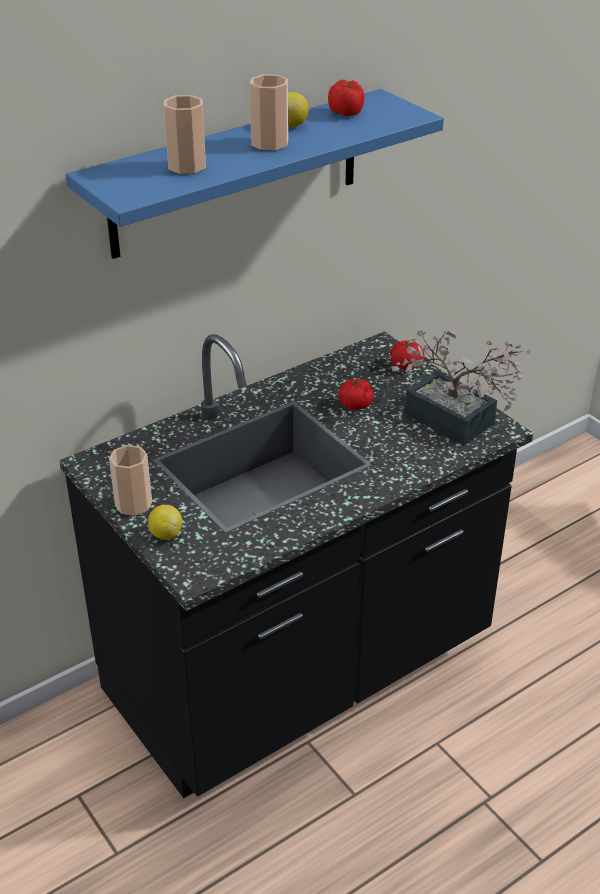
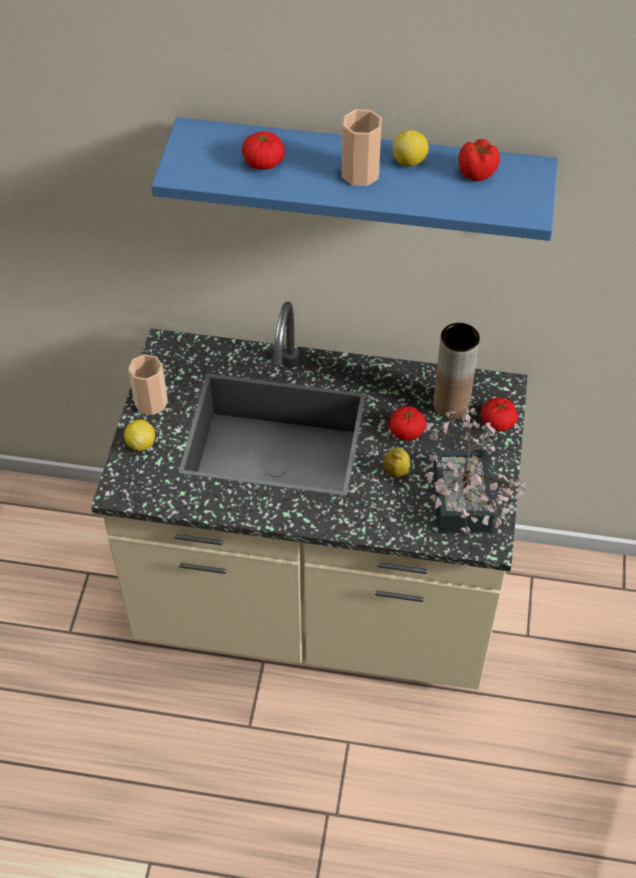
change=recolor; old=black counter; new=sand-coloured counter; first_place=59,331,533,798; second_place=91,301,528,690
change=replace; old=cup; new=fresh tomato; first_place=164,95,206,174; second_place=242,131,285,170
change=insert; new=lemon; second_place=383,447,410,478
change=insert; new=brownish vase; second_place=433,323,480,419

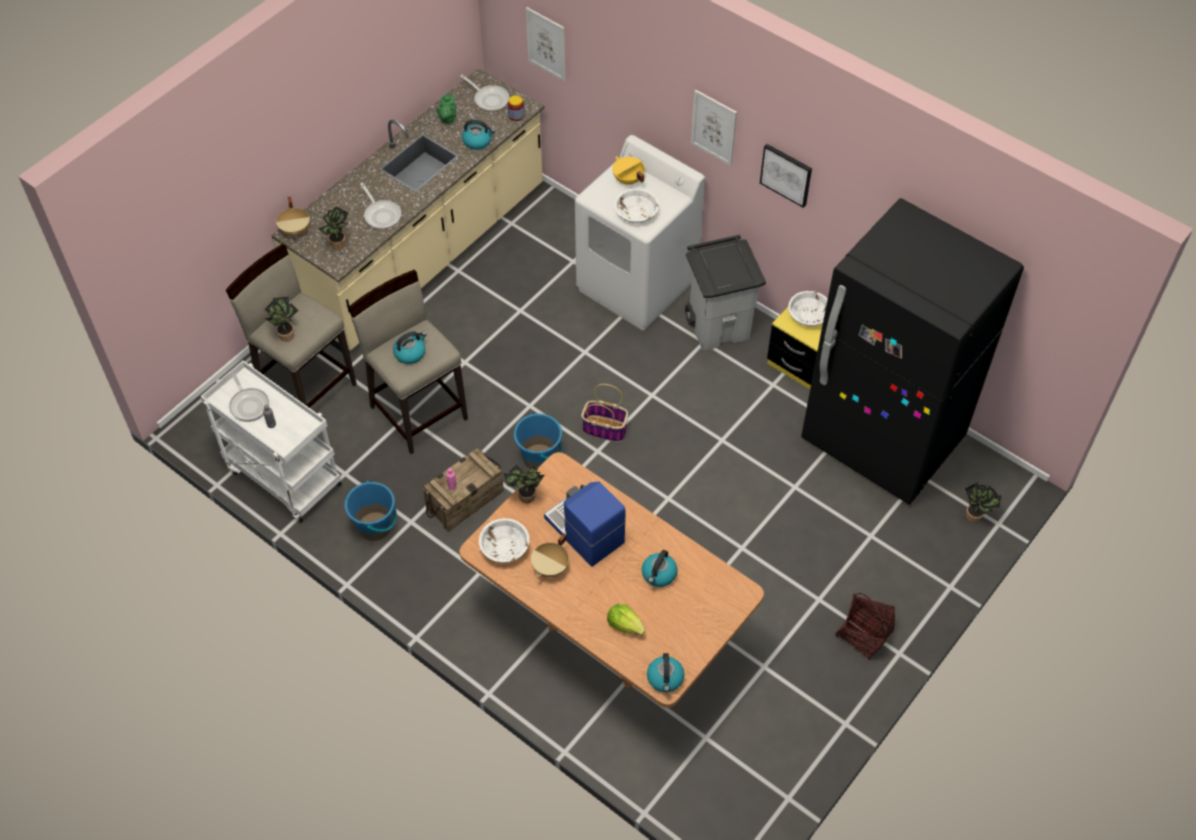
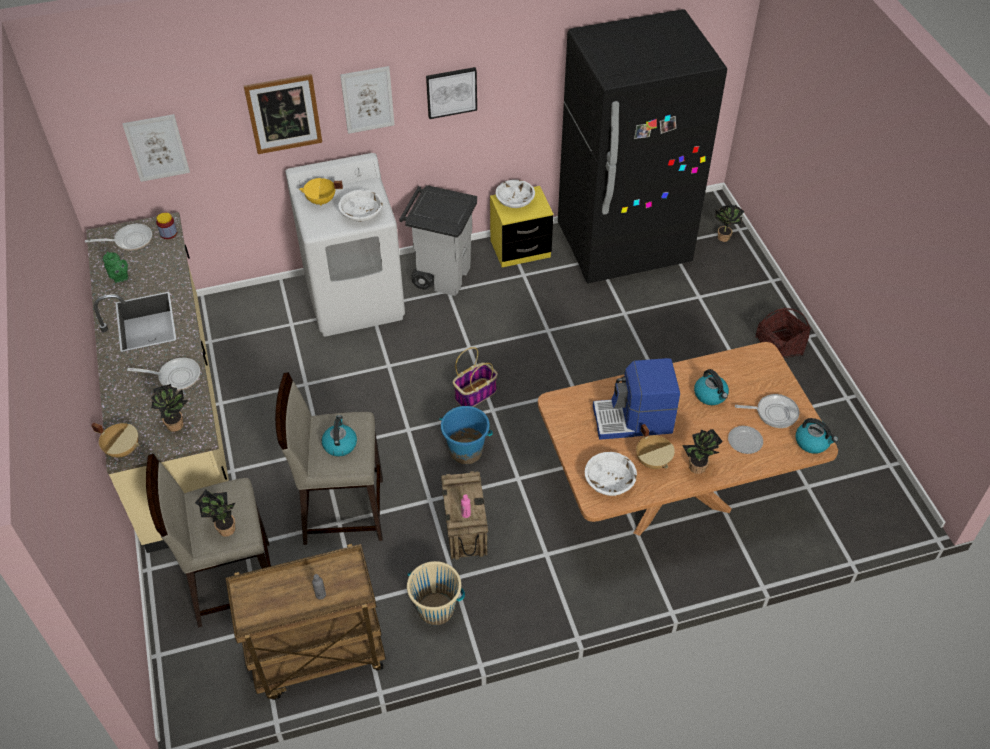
change=recolor; old=white wheeled cart; new=brownish wheeled cart; first_place=200,361,342,523; second_place=226,544,386,700
change=insert; new=wall picture; second_place=244,74,322,154
change=recolor; old=blue-coloured pail; new=sand-coloured pail; first_place=345,480,397,541; second_place=407,561,465,625
change=move; old=houseplant; first_place=503,465,545,503; second_place=682,429,723,474
change=replace; old=lettuce; new=flat dish; first_place=607,604,646,636; second_place=728,426,763,454
change=move; old=pan; first_place=229,374,269,422; second_place=735,394,799,428
change=delete; old=water kettle; first_place=462,120,495,150

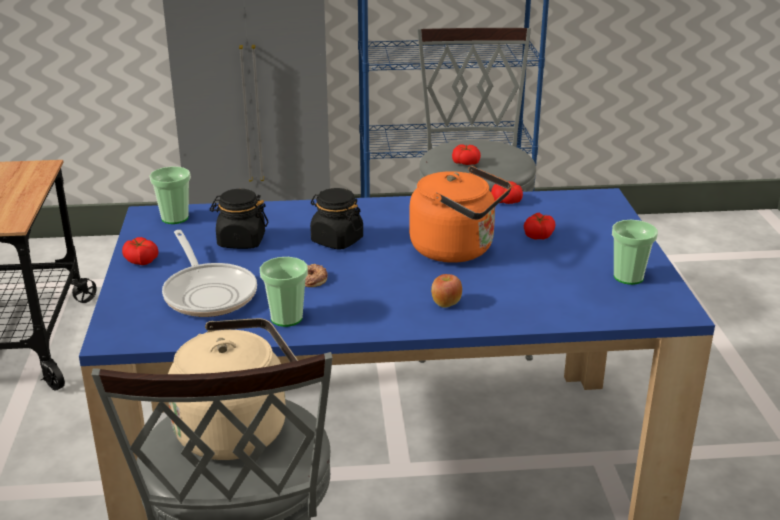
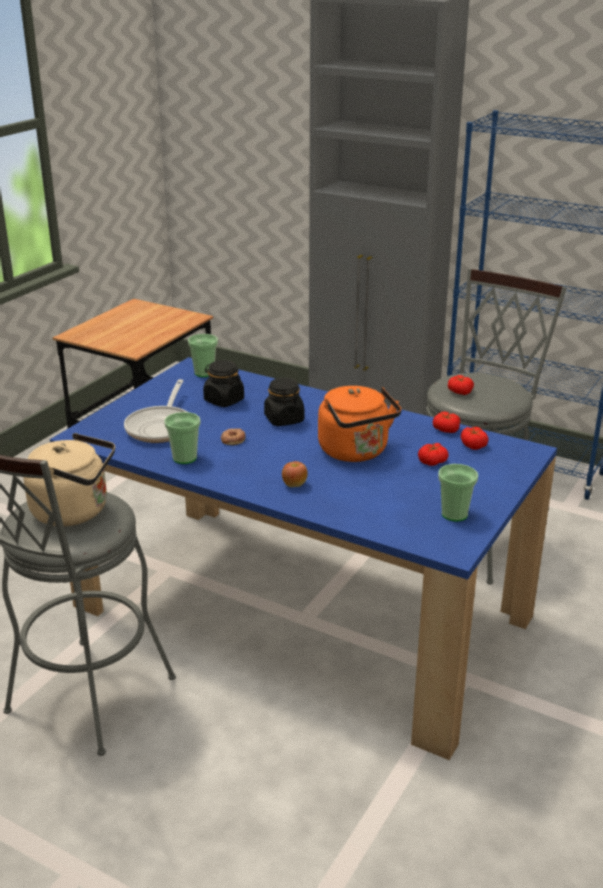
change=move; old=fresh tomato; first_place=122,237,158,265; second_place=461,427,488,450

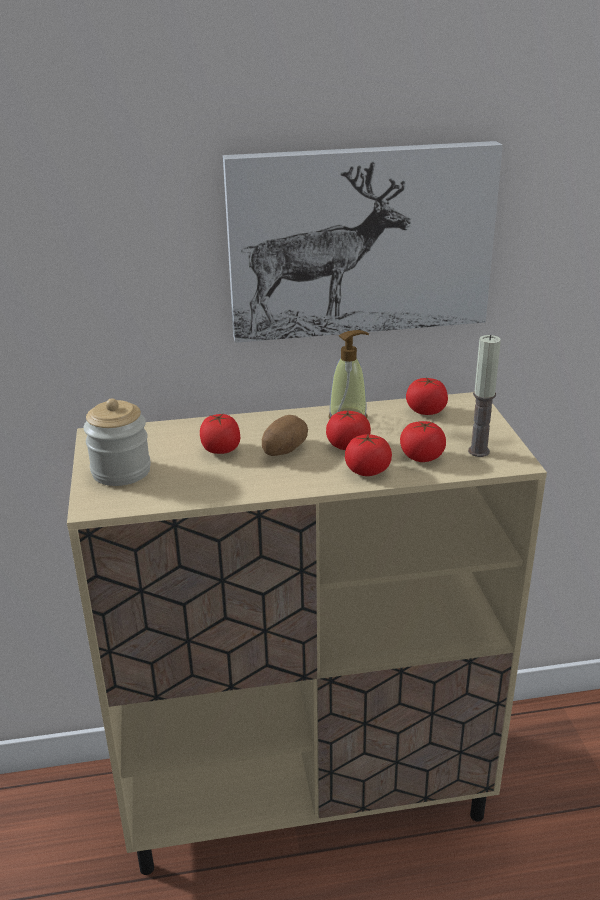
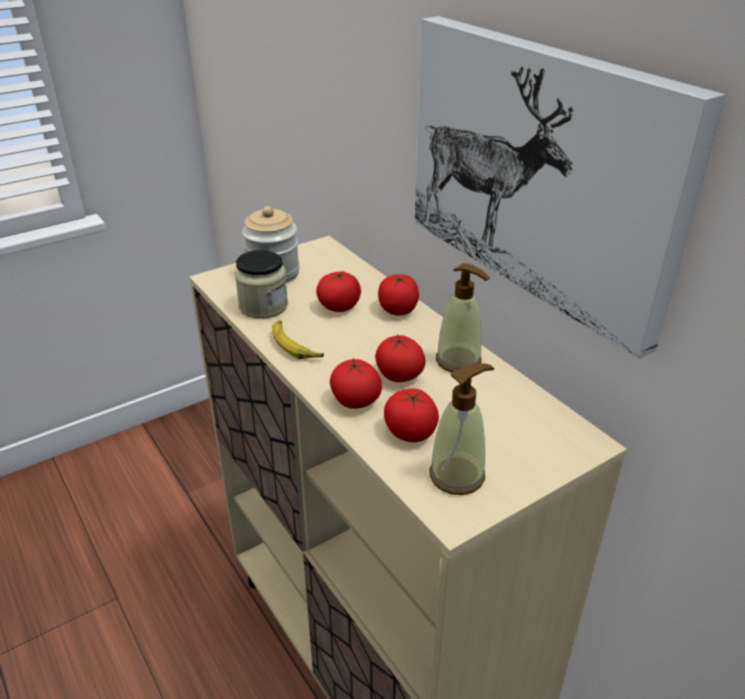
change=insert; new=jar; second_place=235,250,288,319
change=insert; new=banana fruit; second_place=272,320,324,359
change=move; old=fresh tomato; first_place=406,378,448,415; second_place=378,274,419,316
change=replace; old=wax candle; new=soap bottle; first_place=468,335,501,457; second_place=430,363,494,495
change=delete; old=whole potato; first_place=262,415,308,456

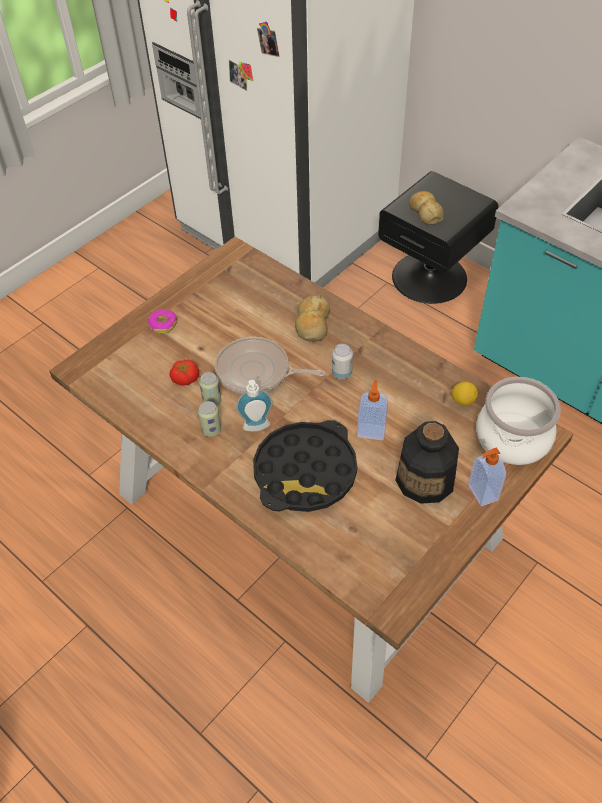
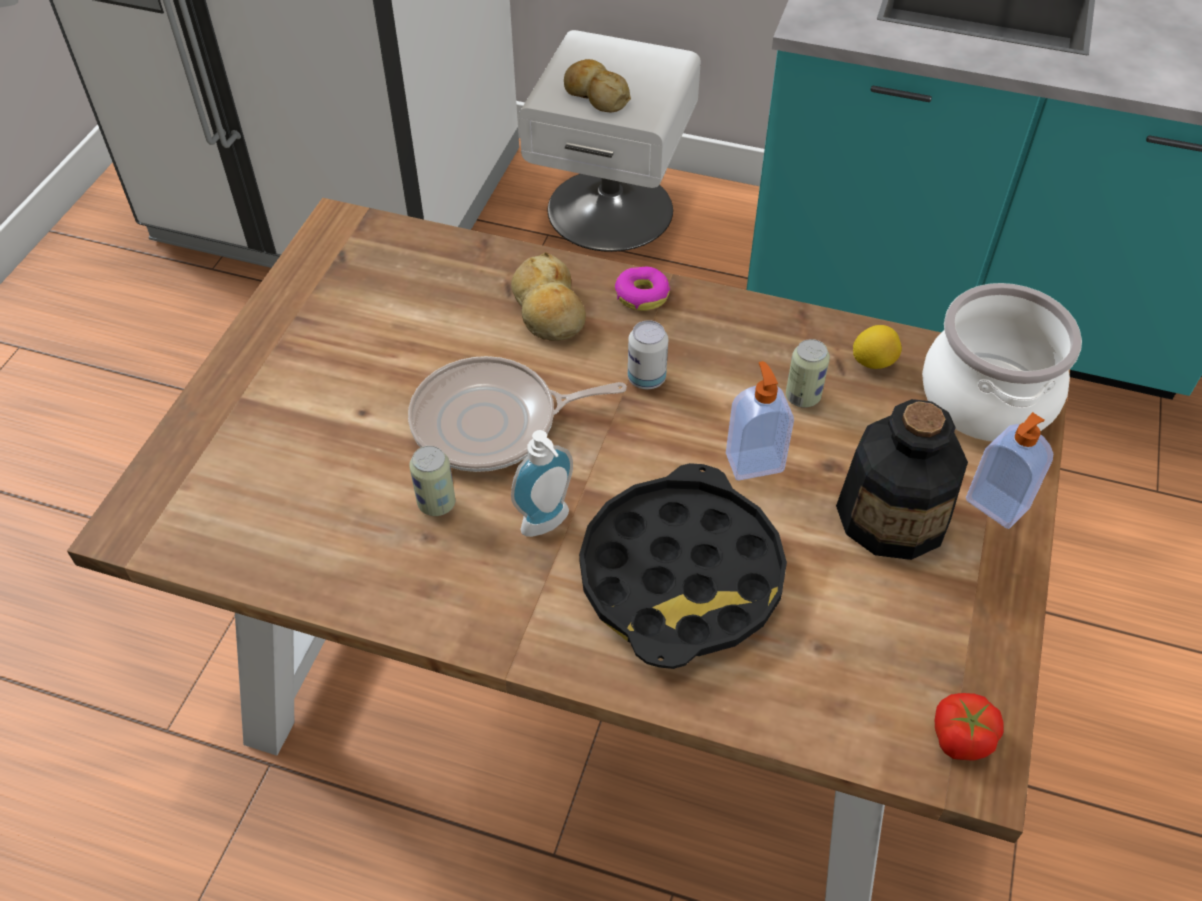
change=recolor; old=black bedside table; new=white bedside table; first_place=378,171,498,304; second_place=519,30,701,252
change=move; old=ring doughnut; first_place=148,309,177,333; second_place=615,267,670,311
change=move; old=can; first_place=198,401,221,437; second_place=786,339,830,408
change=move; old=fresh tomato; first_place=170,360,199,386; second_place=935,693,1004,761

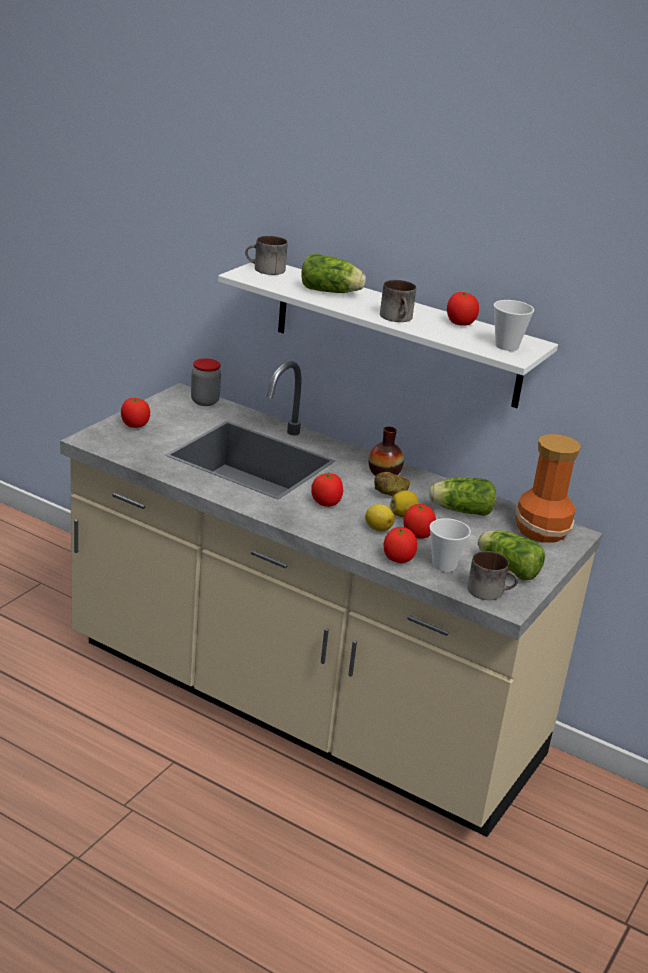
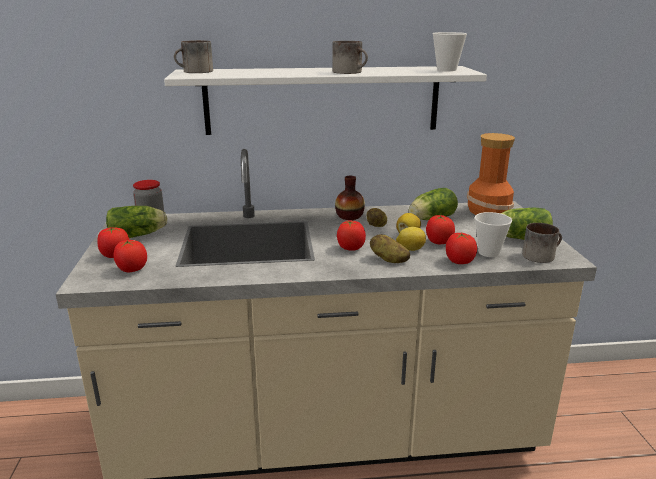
change=move; old=lettuce; first_place=301,253,366,293; second_place=106,206,167,238
change=move; old=fresh tomato; first_place=447,292,479,326; second_place=113,240,147,272
change=insert; new=whole potato; second_place=370,234,410,263

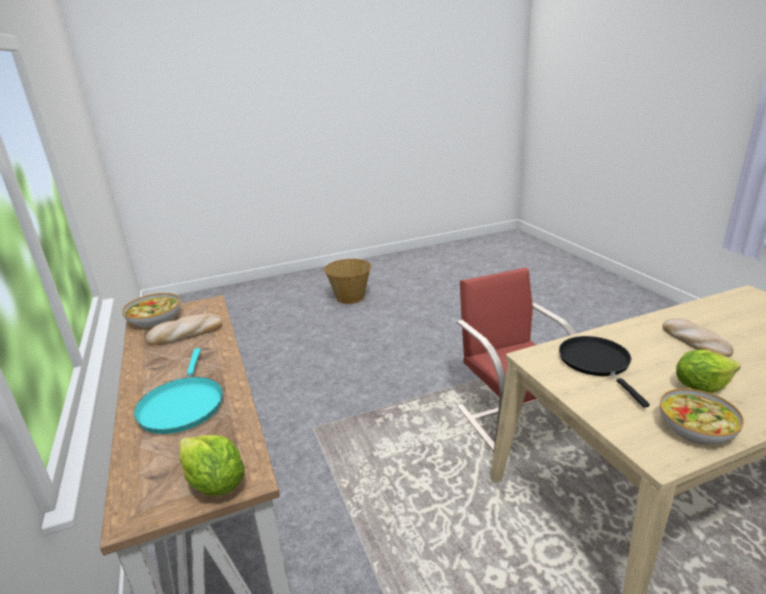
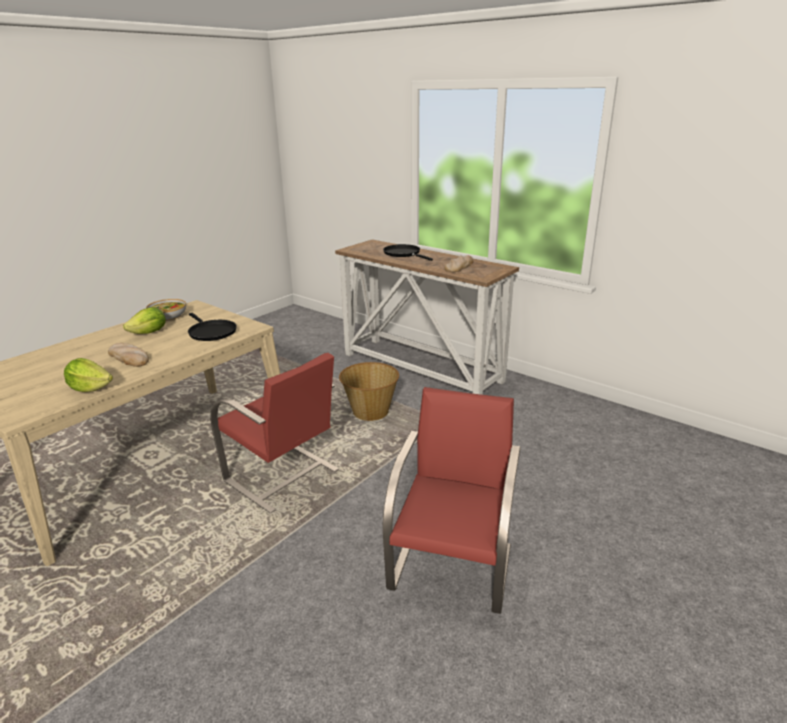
change=move; old=lettuce; first_place=179,435,245,496; second_place=64,358,113,392
change=move; old=basket; first_place=324,259,372,304; second_place=339,362,399,421
change=recolor; old=turquoise pan; new=black pan; first_place=134,348,223,434; second_place=383,244,433,261
change=insert; new=reddish upright chair; second_place=383,387,521,614
change=delete; old=deep dish; first_place=122,293,181,328

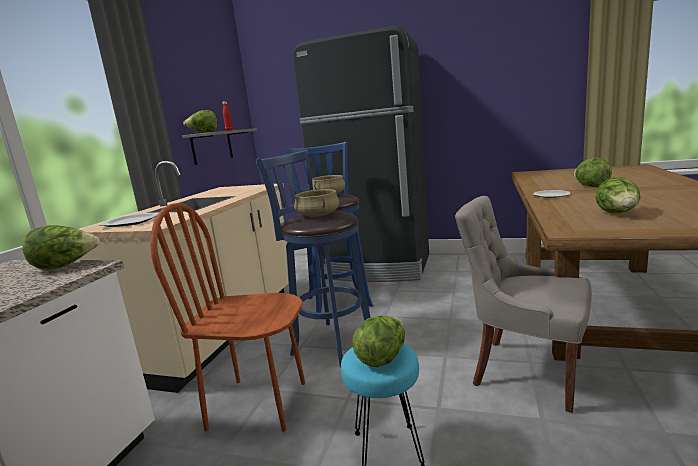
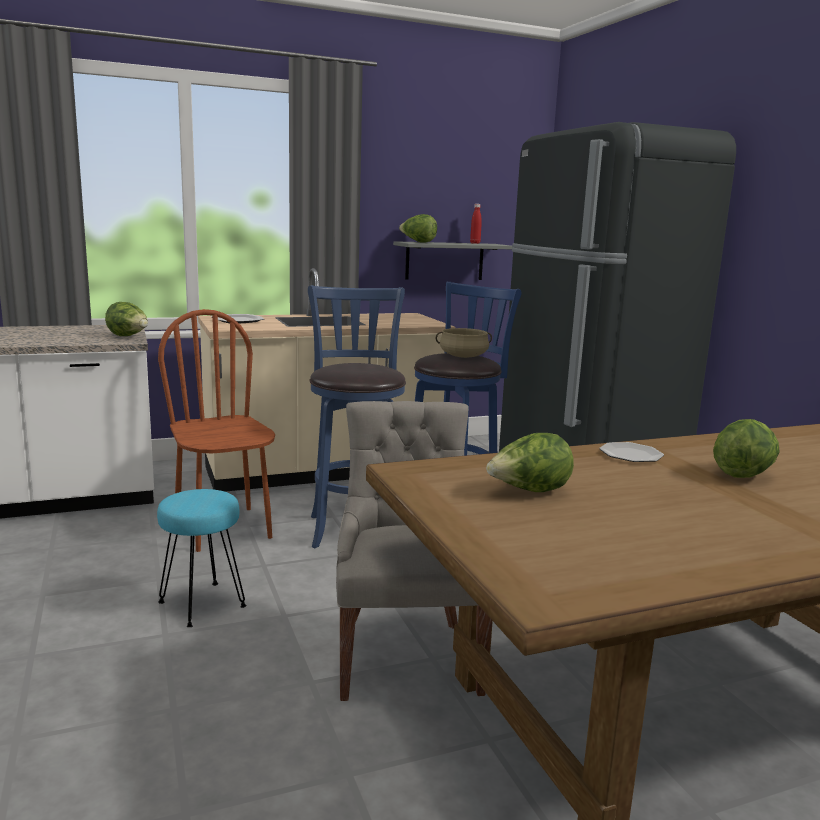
change=delete; old=sand-coloured saucepot; first_place=294,189,339,217
change=delete; old=lettuce; first_place=352,316,405,367

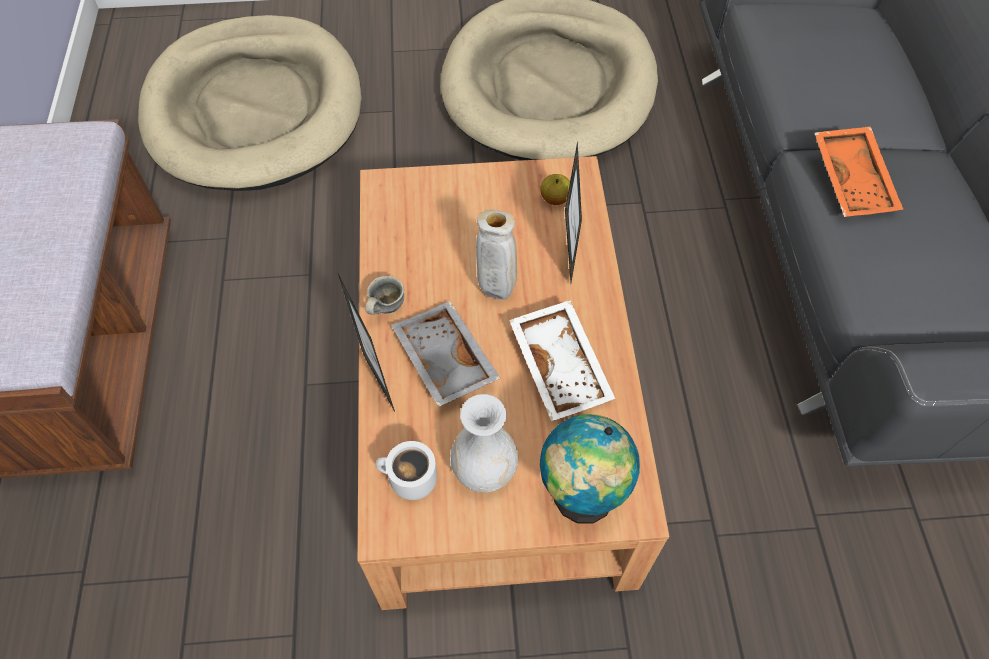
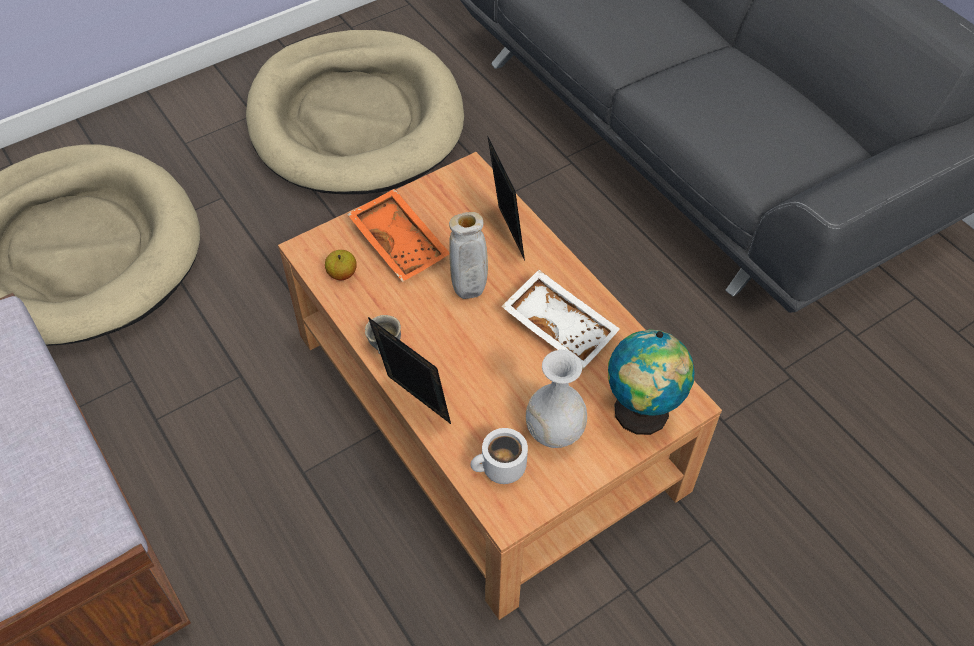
change=move; old=apple; first_place=541,174,570,205; second_place=325,250,357,280
change=move; old=orangey carrying tray; first_place=815,126,904,217; second_place=347,189,449,282
change=delete; old=gray carrying tray; first_place=391,301,501,407

